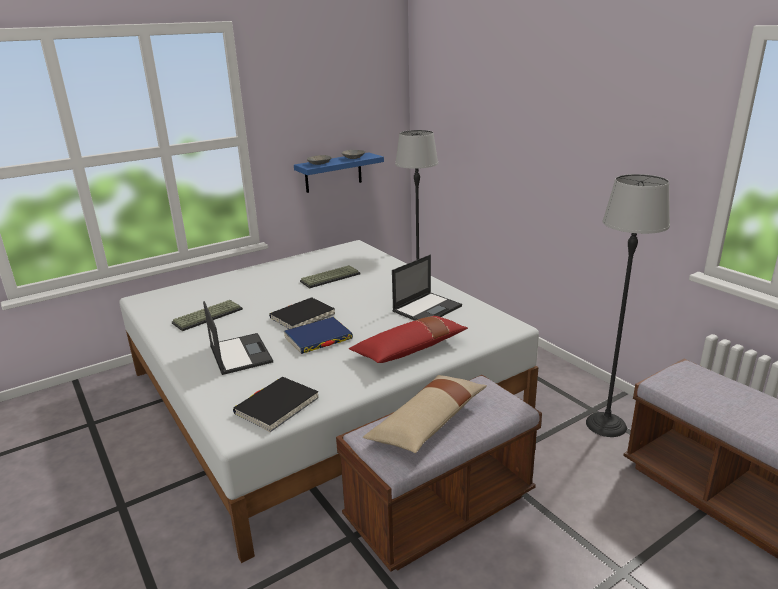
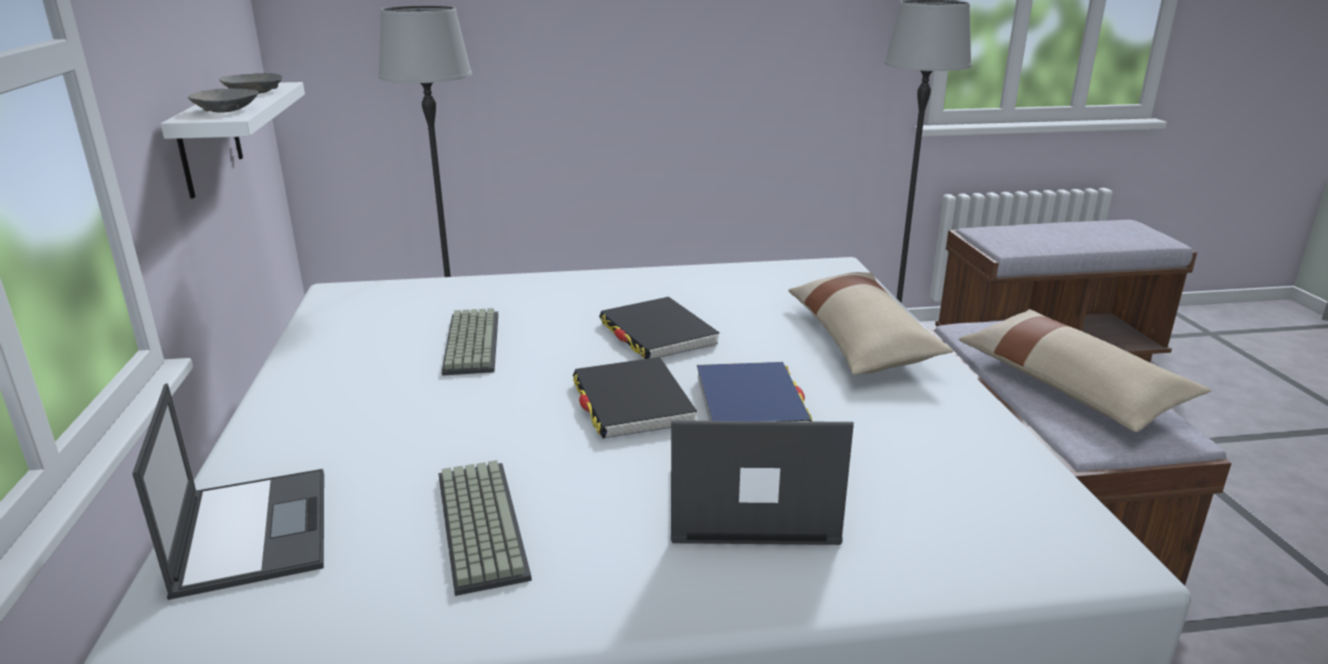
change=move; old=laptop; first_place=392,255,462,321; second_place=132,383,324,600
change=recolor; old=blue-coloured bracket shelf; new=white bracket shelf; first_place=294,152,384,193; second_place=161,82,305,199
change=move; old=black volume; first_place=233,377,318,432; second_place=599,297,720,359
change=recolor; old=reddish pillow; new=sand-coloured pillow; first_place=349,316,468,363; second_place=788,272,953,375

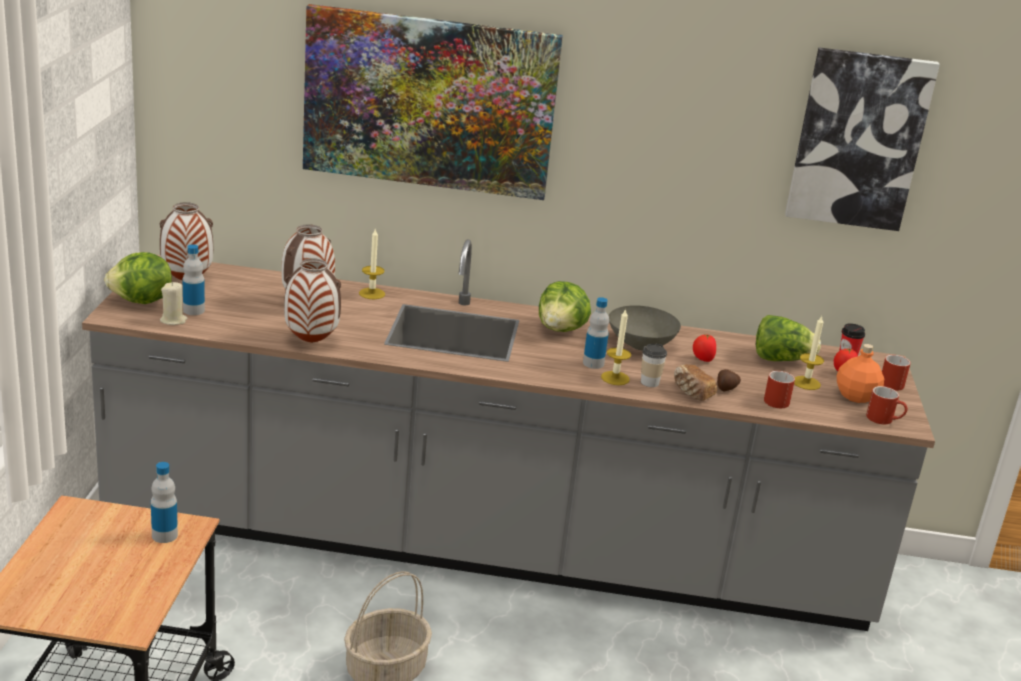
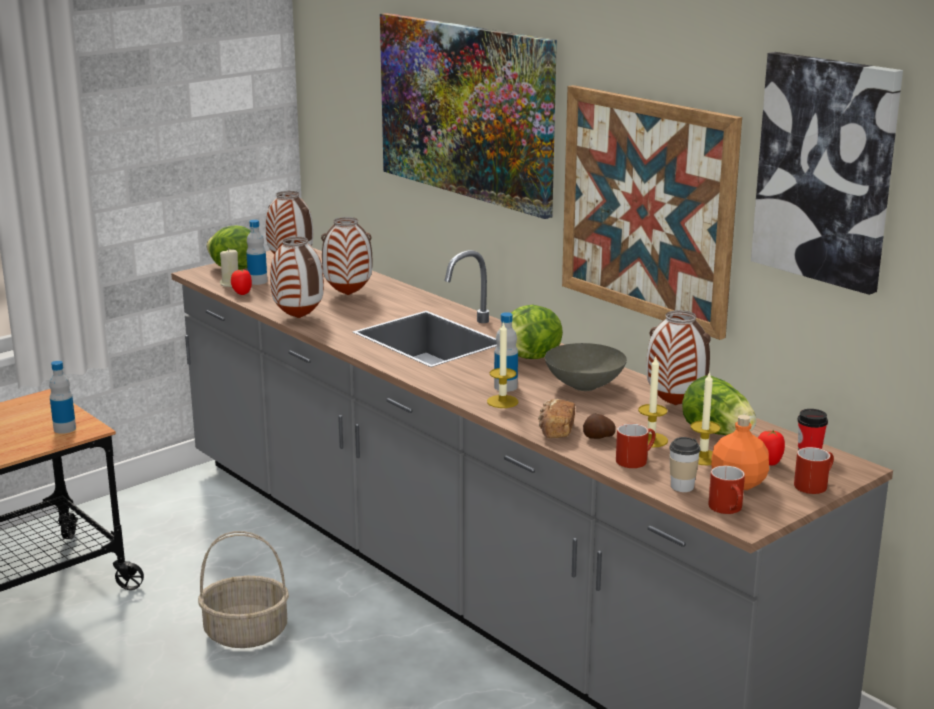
change=move; old=fresh tomato; first_place=693,334,716,362; second_place=231,269,252,295
change=insert; new=wall picture; second_place=562,85,742,340
change=move; old=wax candle; first_place=359,228,385,299; second_place=638,357,668,448
change=insert; new=vase; second_place=646,310,711,405
change=move; old=cup; first_place=641,344,667,387; second_place=669,437,701,492

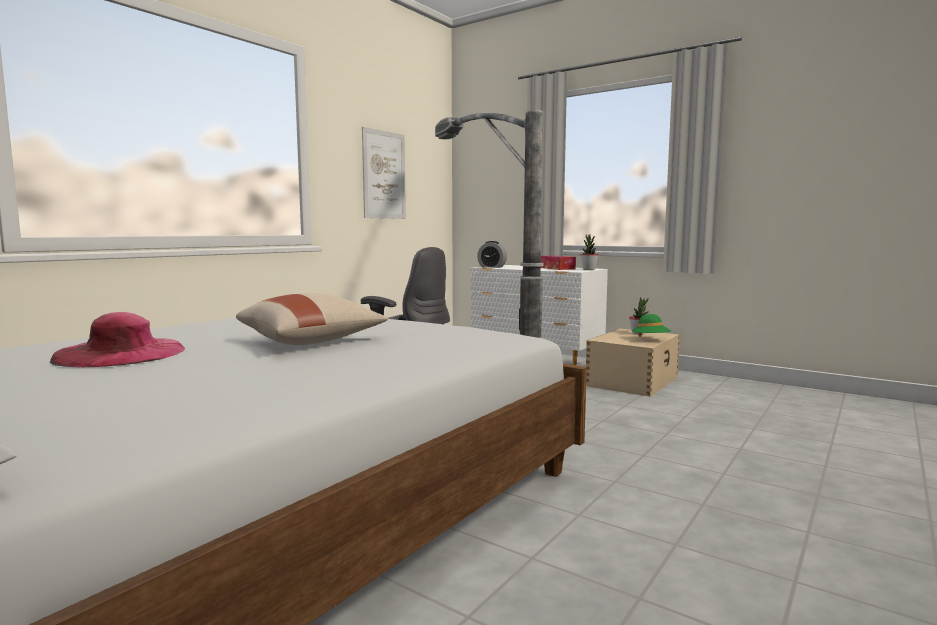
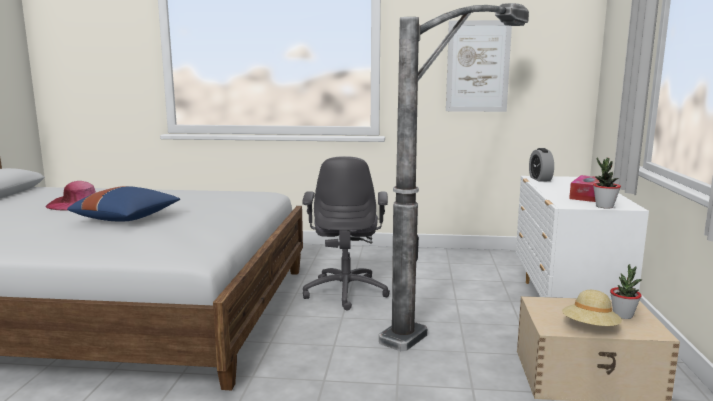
change=recolor; old=sand-coloured pillow; new=blue-coloured pillow; first_place=236,293,388,345; second_place=67,186,180,222
change=recolor; old=green wearable hat; new=sand-coloured wearable hat; first_place=632,314,671,337; second_place=562,290,622,326

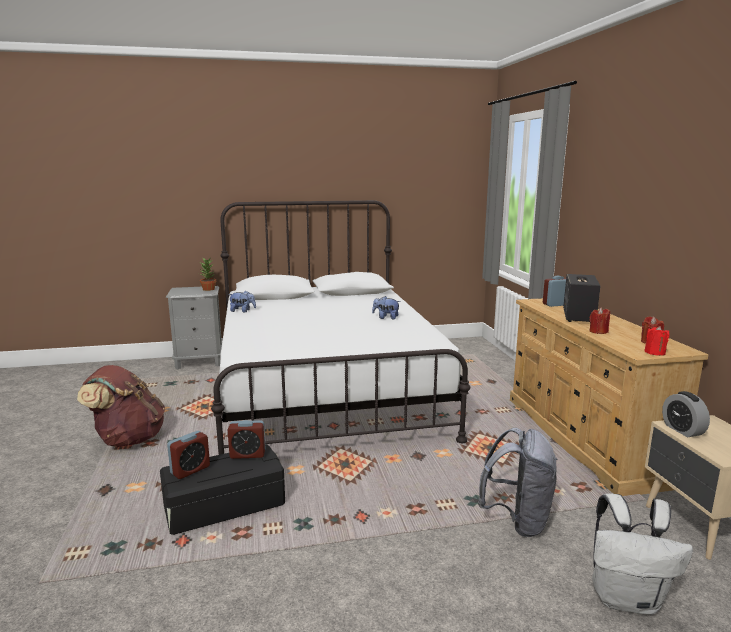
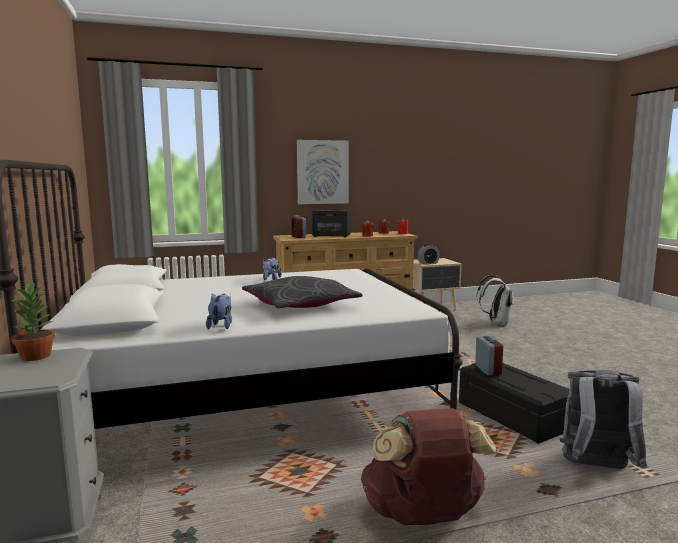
change=insert; new=gray pillow; second_place=242,276,363,308
change=insert; new=wall picture; second_place=297,140,349,204
change=move; old=gray backpack; first_place=478,428,558,537; second_place=560,370,647,469
change=delete; old=bedside clock; first_place=167,431,210,479

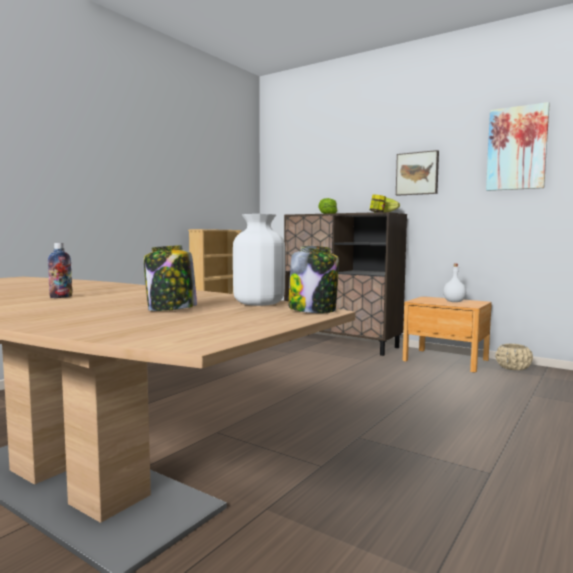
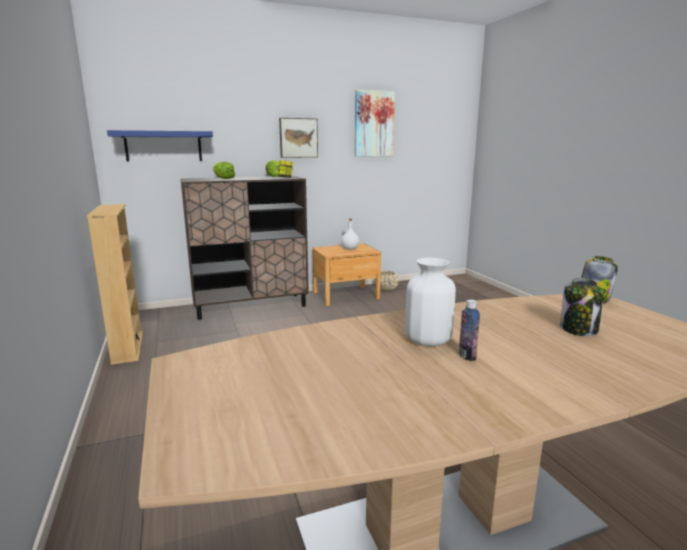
change=insert; new=blue-coloured bracket shelf; second_place=107,130,213,161
change=move; old=white vase; first_place=233,214,285,306; second_place=405,258,456,346

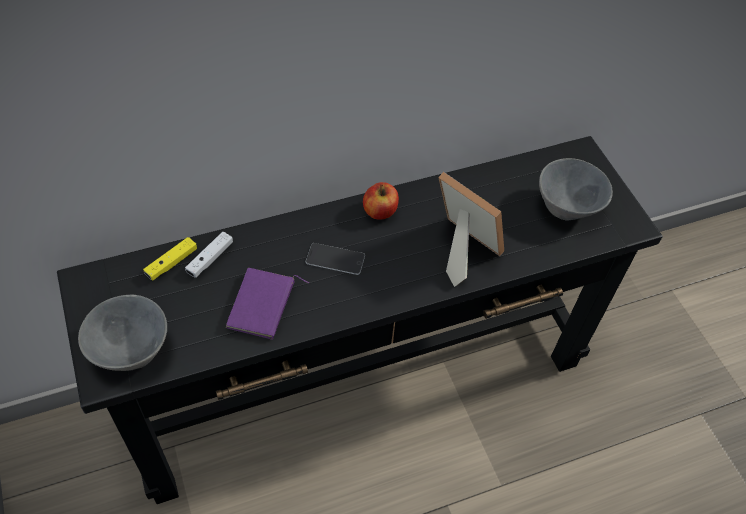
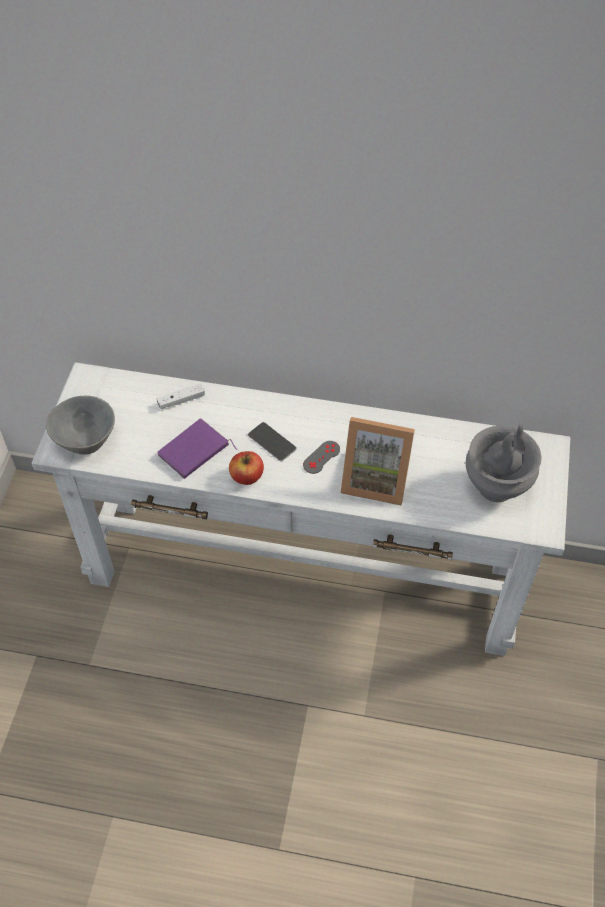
change=recolor; old=black narrow table; new=white narrow table; first_place=57,136,663,504; second_place=32,362,570,656
change=move; old=apple; first_place=363,182,399,220; second_place=229,451,264,485
change=insert; new=gray gamepad; second_place=303,441,340,474
change=rotate; old=photo frame; first_place=438,172,504,287; second_place=341,417,415,506; degrees=120
change=replace; old=gray deep dish; new=gray vase; first_place=539,158,613,220; second_place=466,421,542,502
change=delete; old=yellow-coloured gamepad; first_place=143,237,197,280

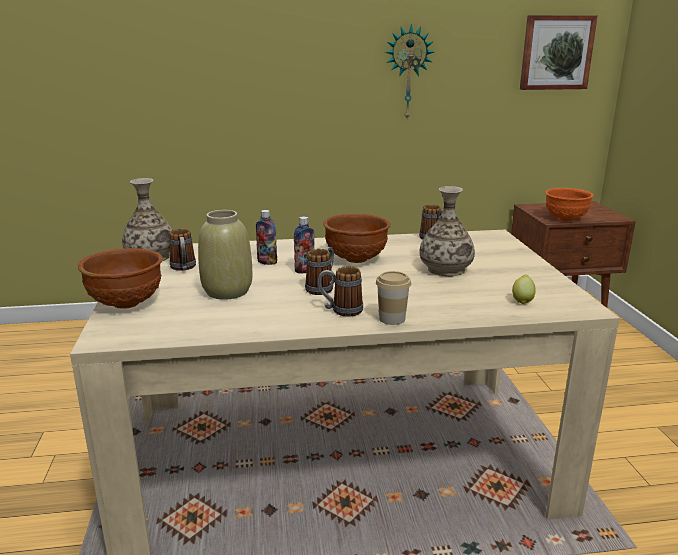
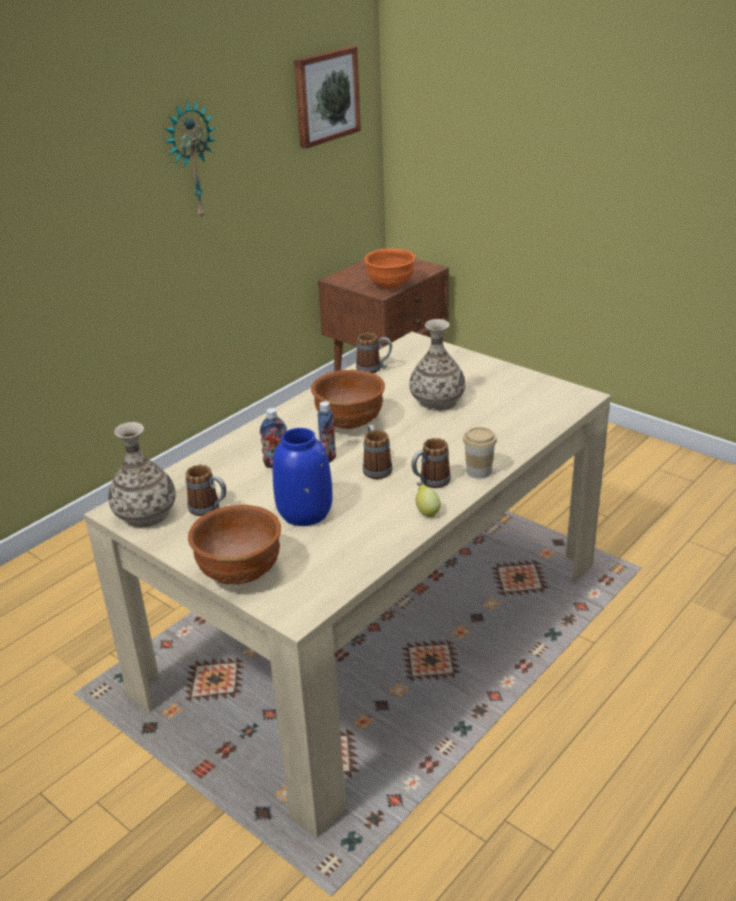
change=recolor; old=sand-coloured vase; new=blue-coloured vase; first_place=198,210,252,300; second_place=273,428,333,526
change=move; old=lemon; first_place=512,275,536,304; second_place=415,484,441,517

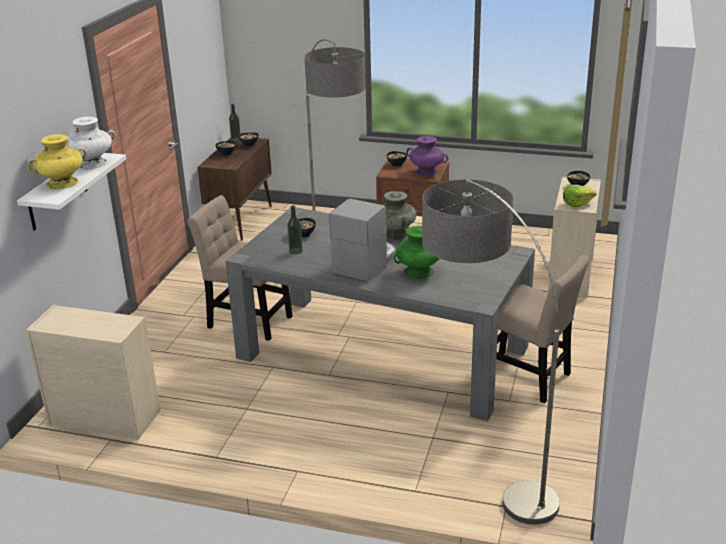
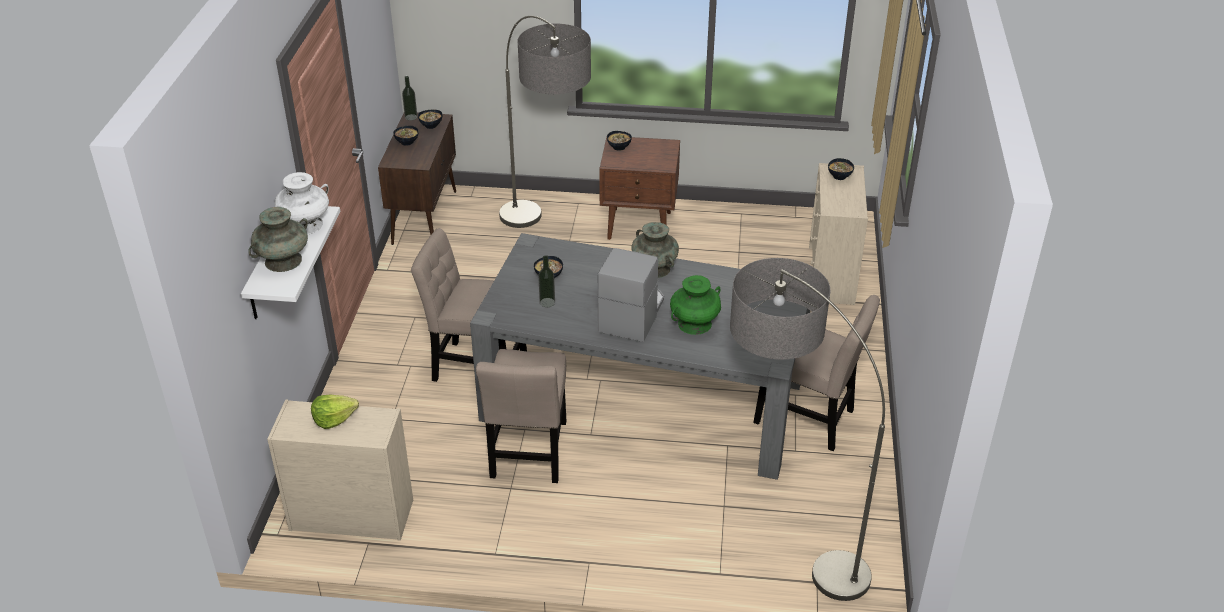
change=recolor; old=yellow-coloured vase; new=turquoise vase; first_place=28,134,86,189; second_place=248,207,308,272
change=move; old=lettuce; first_place=563,185,596,207; second_place=311,394,359,429
change=insert; new=sand-coloured upright chair; second_place=476,349,566,483
change=delete; old=purple-coloured vase; first_place=406,136,448,177

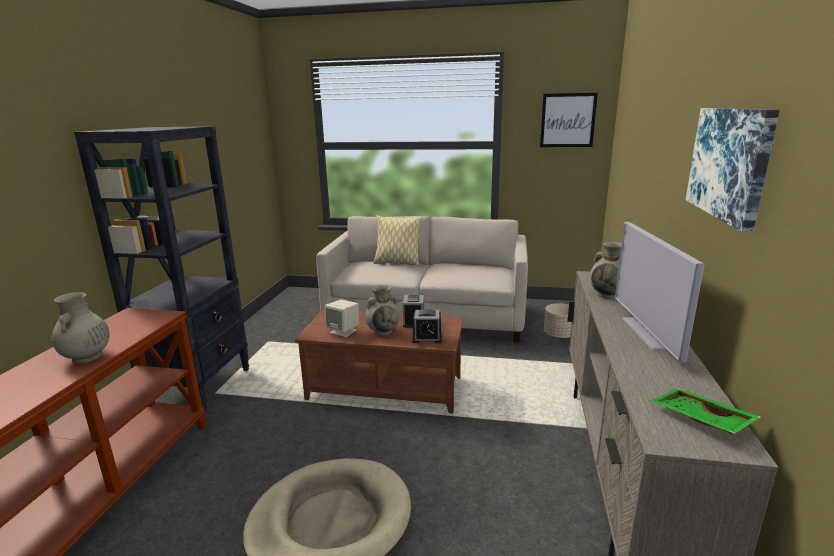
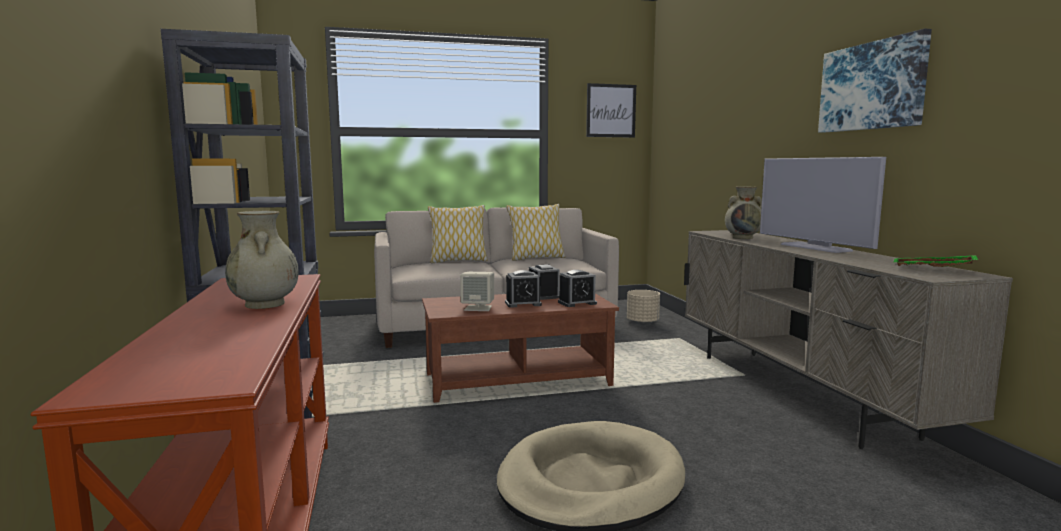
change=replace; old=sand-coloured vase; new=bedside clock; first_place=365,285,400,336; second_place=505,270,542,308
change=insert; new=pillow; second_place=506,204,565,261

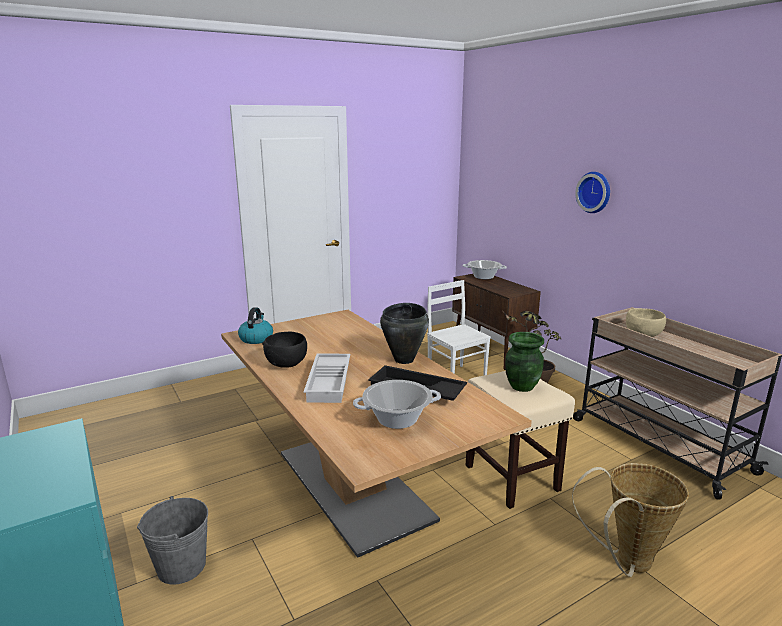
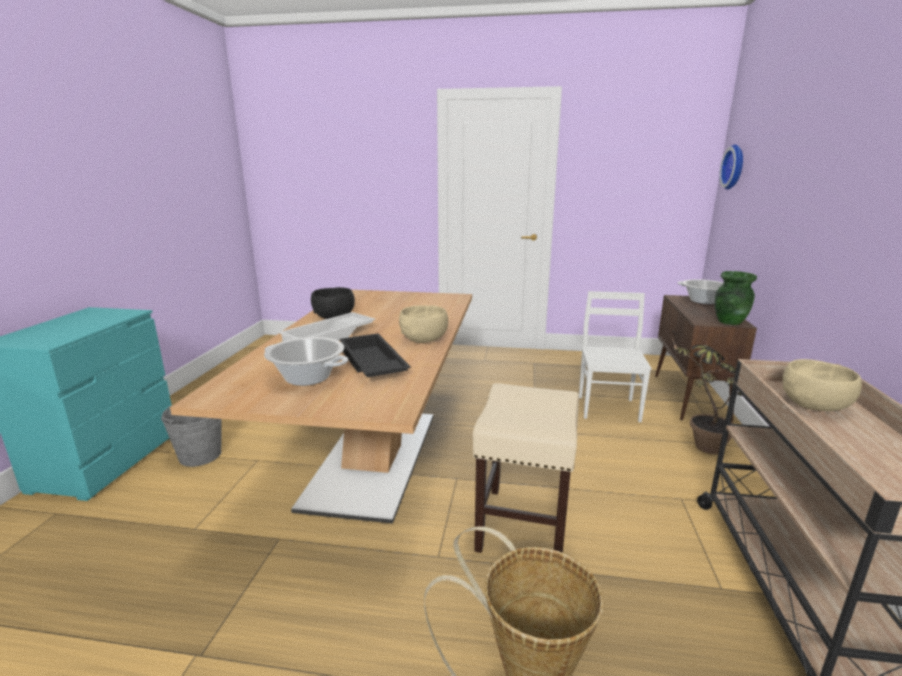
change=replace; old=black saucepot; new=sand-coloured deep dish; first_place=380,303,429,364; second_place=399,306,448,343
change=move; old=green vase; first_place=505,332,544,392; second_place=715,271,757,325
change=move; old=wall clock; first_place=575,172,610,213; second_place=719,144,743,190
change=delete; old=water kettle; first_place=238,307,273,344

